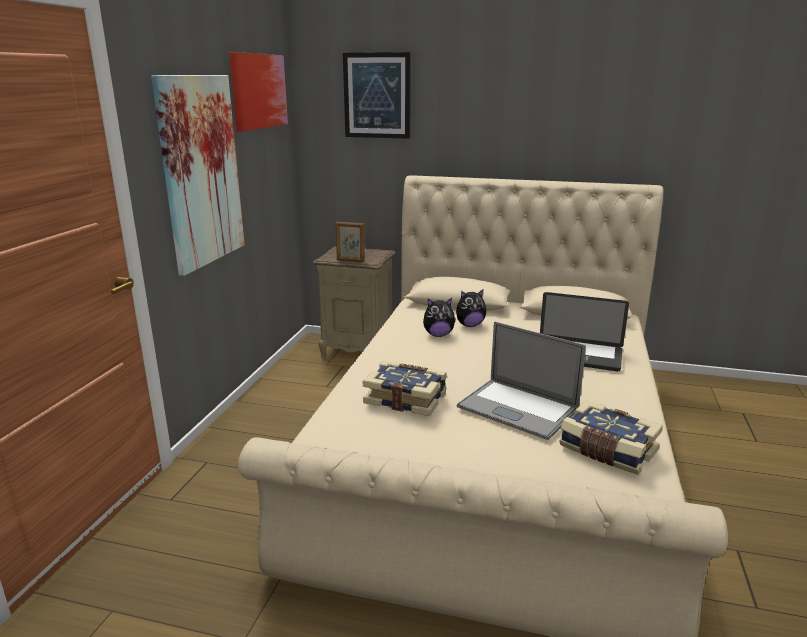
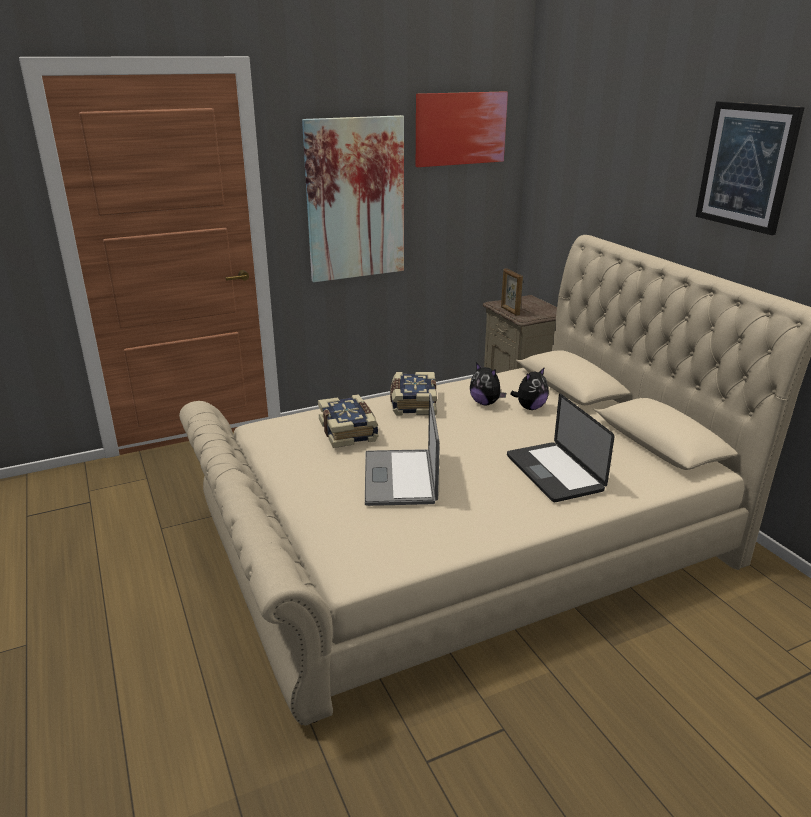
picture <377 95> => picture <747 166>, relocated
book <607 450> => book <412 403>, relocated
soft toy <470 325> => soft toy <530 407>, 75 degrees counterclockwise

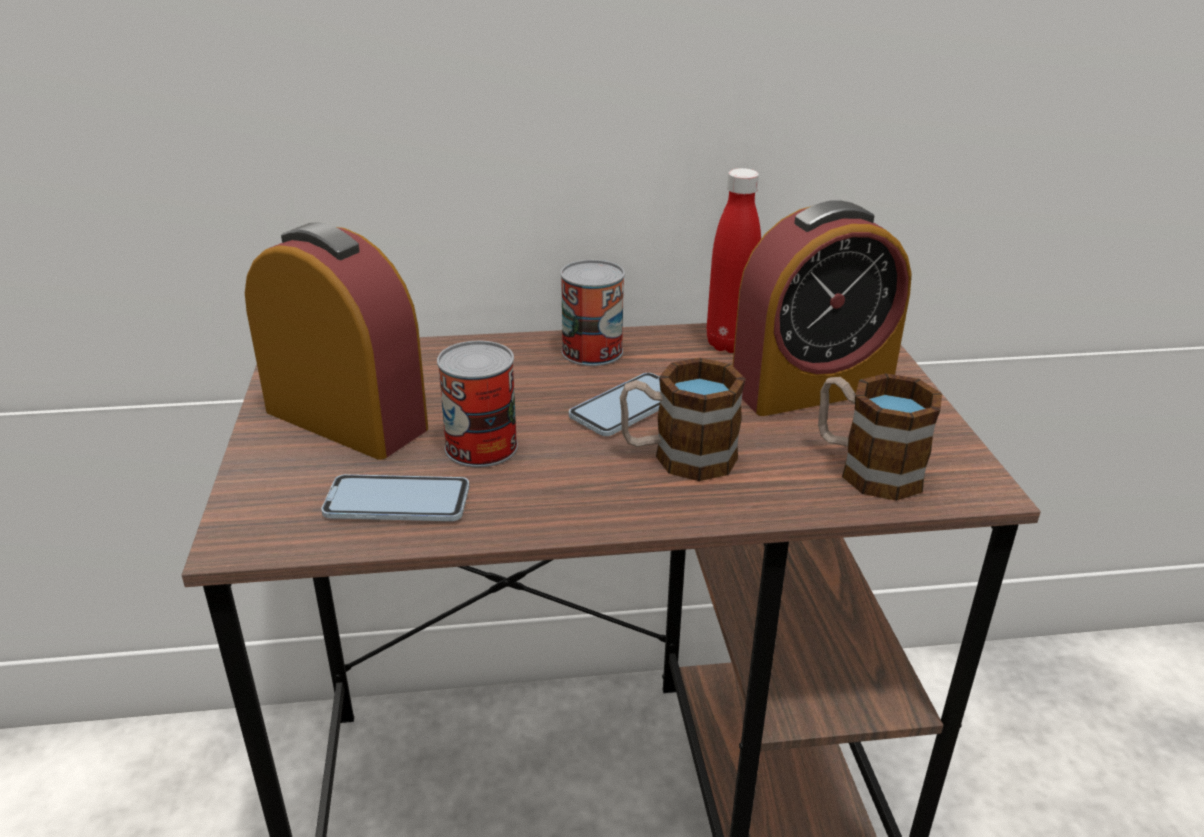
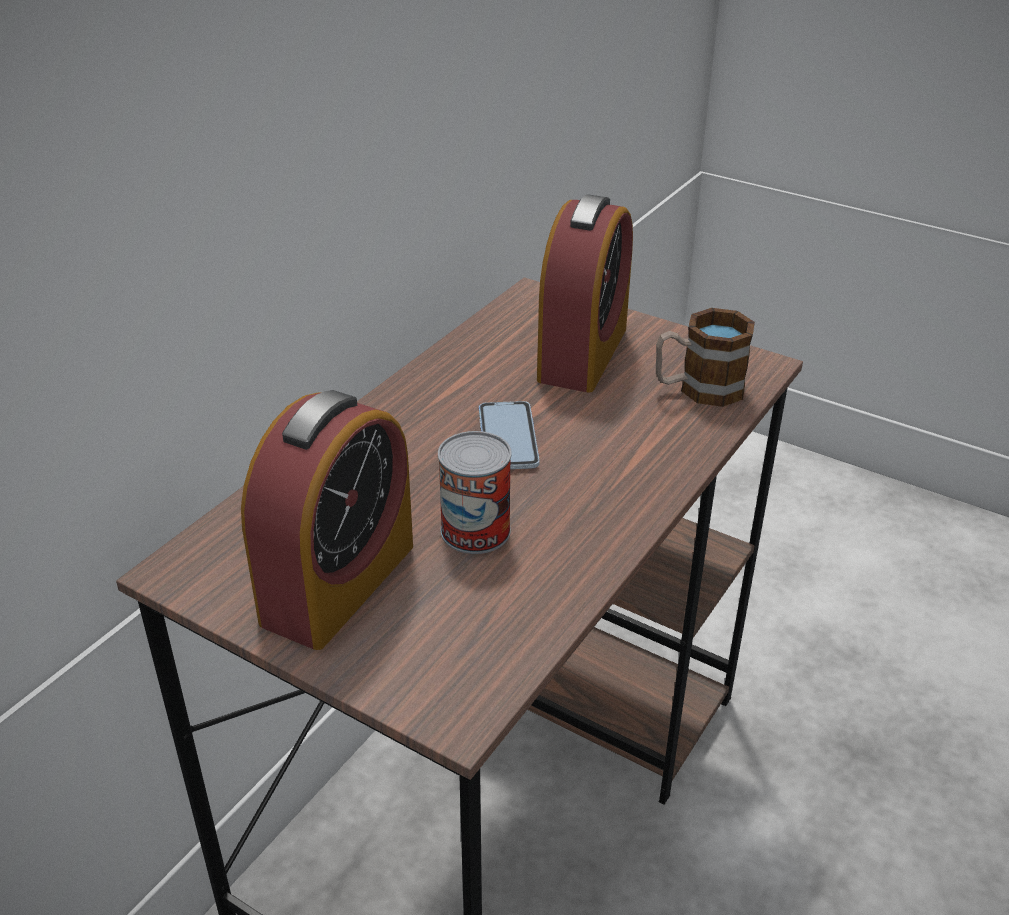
phone <397 501> => nothing
can <592 351> => nothing
tea mug <678 457> => nothing
red-coloured bottle <729 344> => nothing
table clock <346 419> => table clock <339 583>, 135 degrees clockwise

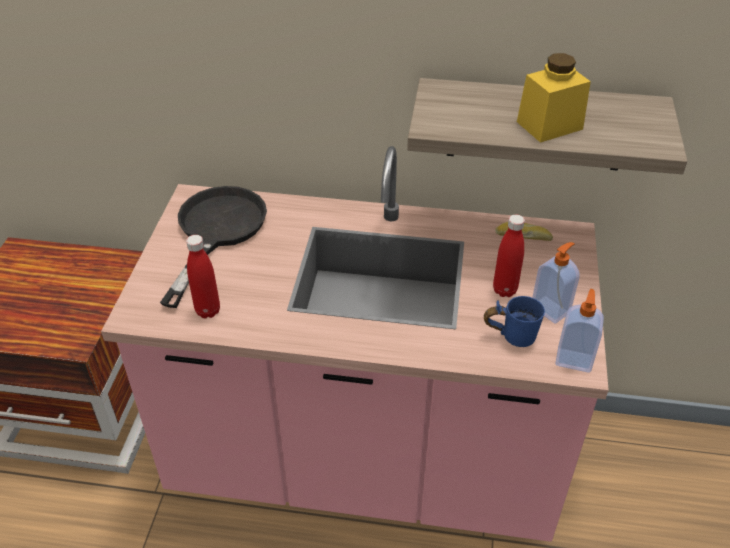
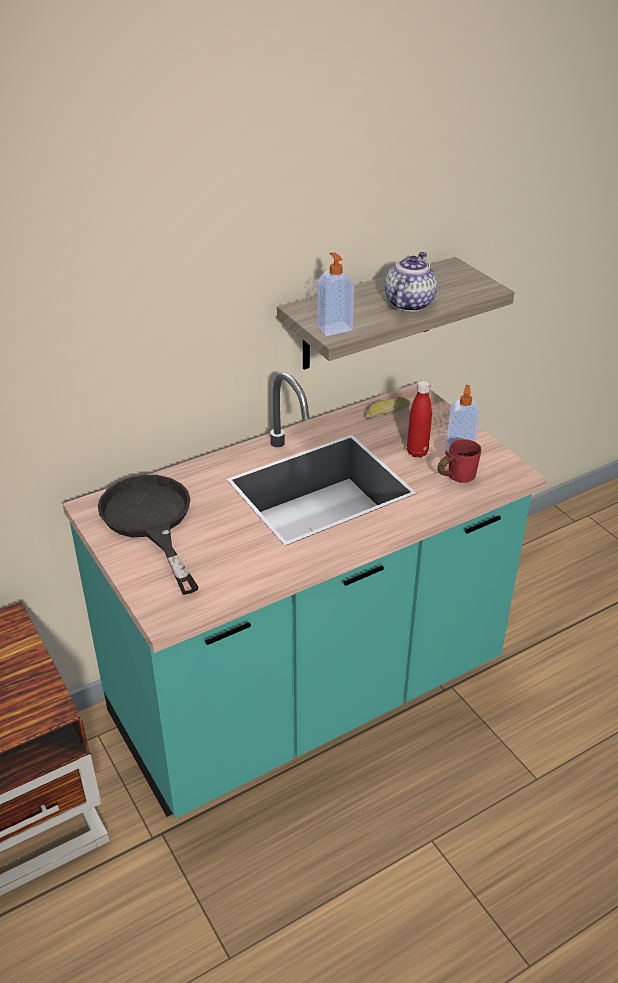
red-coloured bottle <208 311> => nothing
soap dispenser <574 359> => soap dispenser <334 328>, relocated
yellow storage jar <549 125> => tea pot <409 303>
pink kitchen base unit <365 461> => turquoise kitchen base unit <308 695>
blue tea mug <511 334> => red-coloured tea mug <454 477>

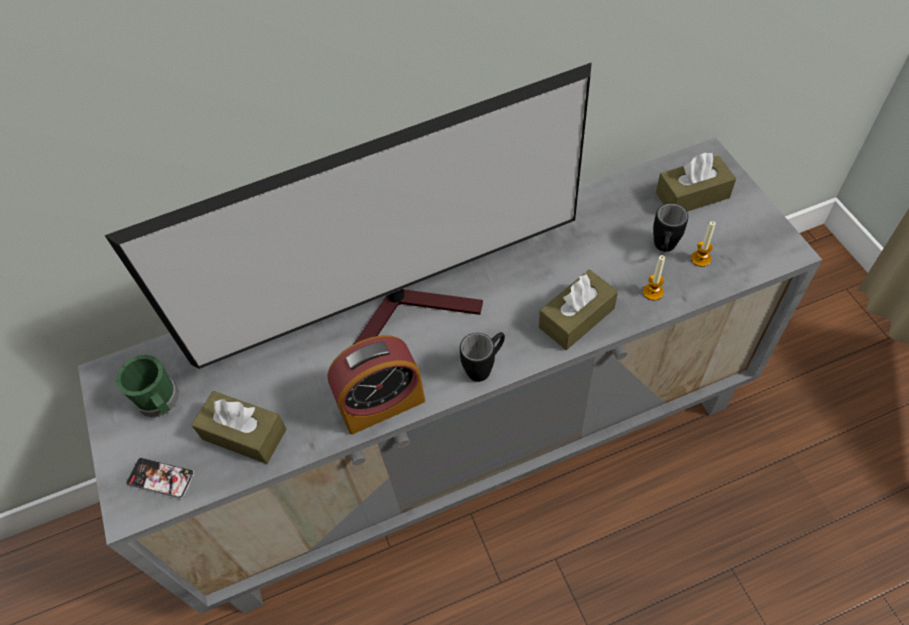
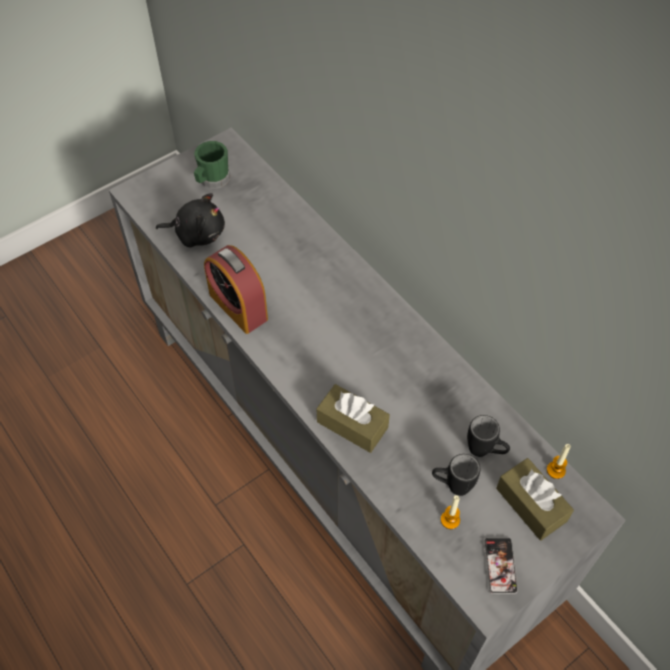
TV set <409 312> => nothing
phone <161 478> => phone <500 565>, relocated
black-coloured tea mug <485 367> => black-coloured tea mug <485 451>, relocated
wax candle <653 292> => wax candle <556 470>, relocated
brown-coloured tissue holder <244 434> => black-coloured soft toy <197 233>

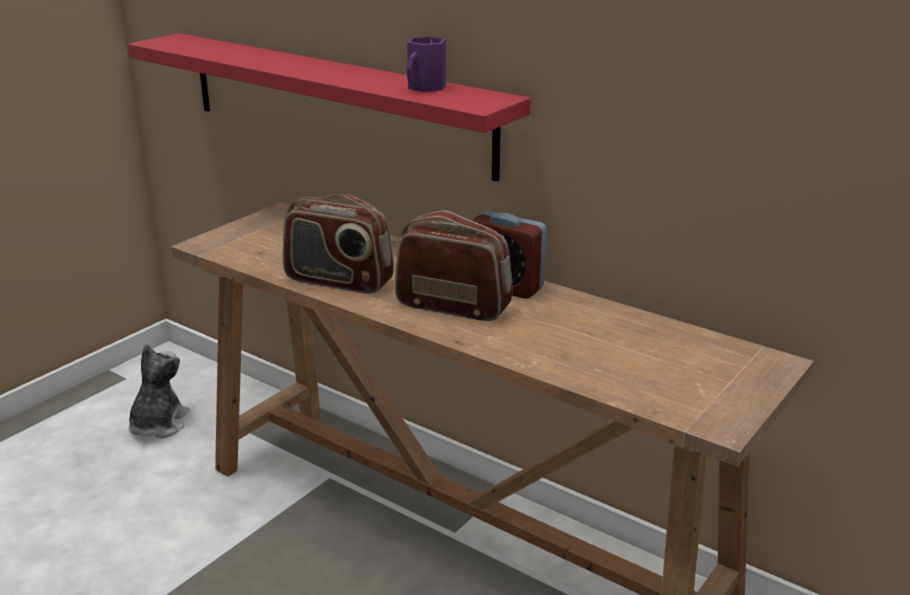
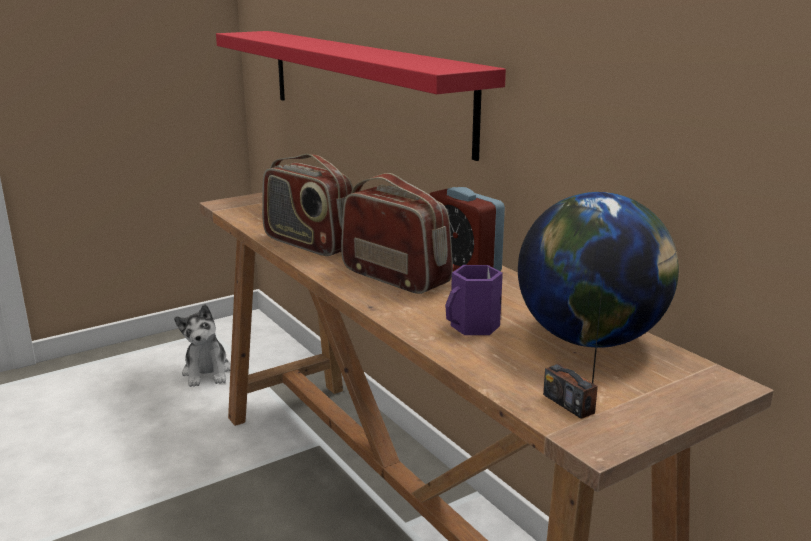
nothing => globe <590 339>
nothing => radio receiver <568 403>
purple-coloured tea mug <426 87> => purple-coloured tea mug <474 326>, relocated
soft toy <158 425> => soft toy <207 372>, 135 degrees clockwise

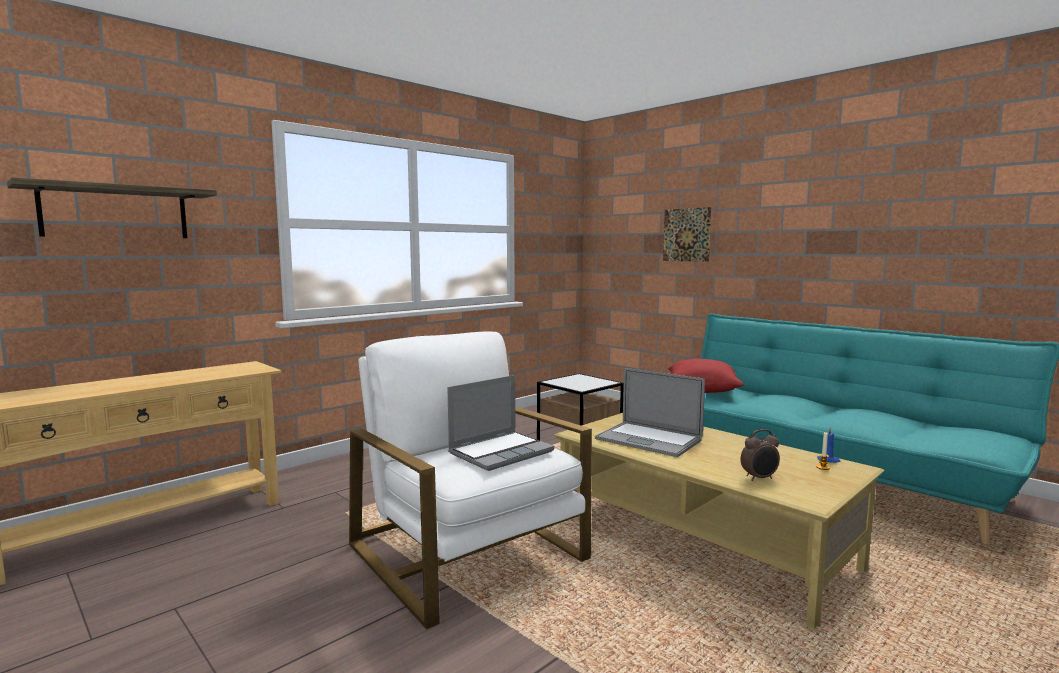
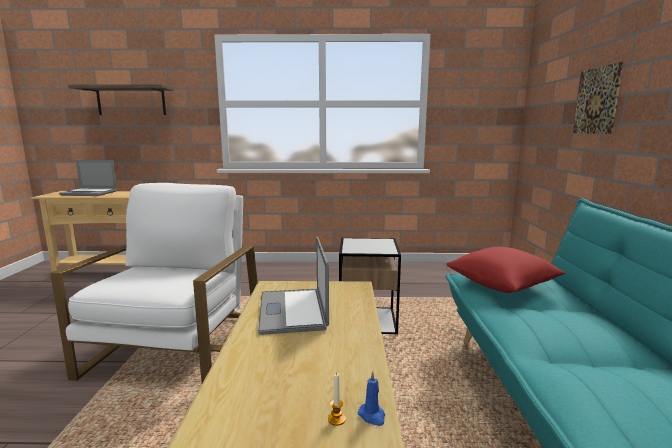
table clock <759 478> => nothing
laptop <501 452> => laptop <90 193>, relocated

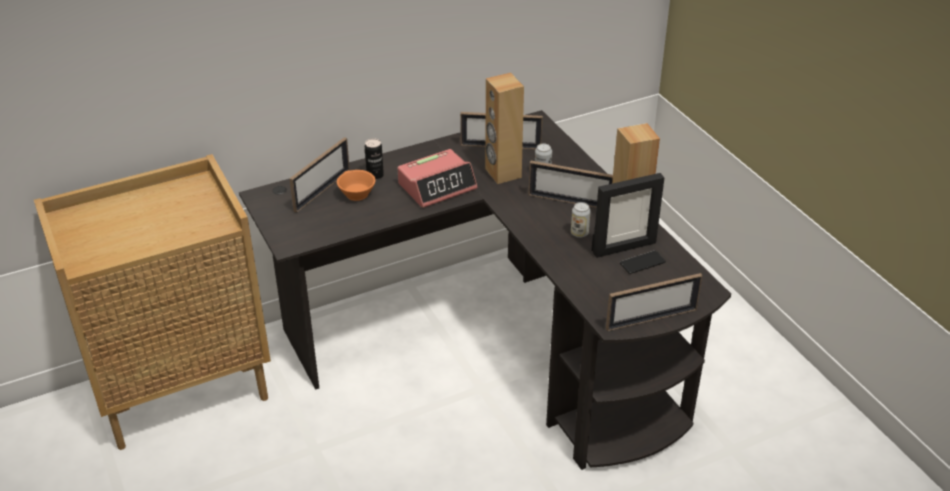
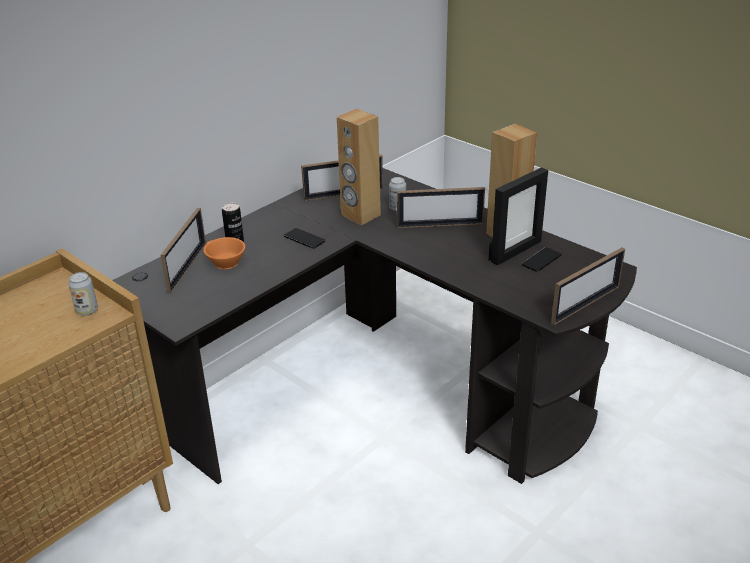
can <579 233> => can <87 310>, relocated
table clock <437 186> => phone <304 239>

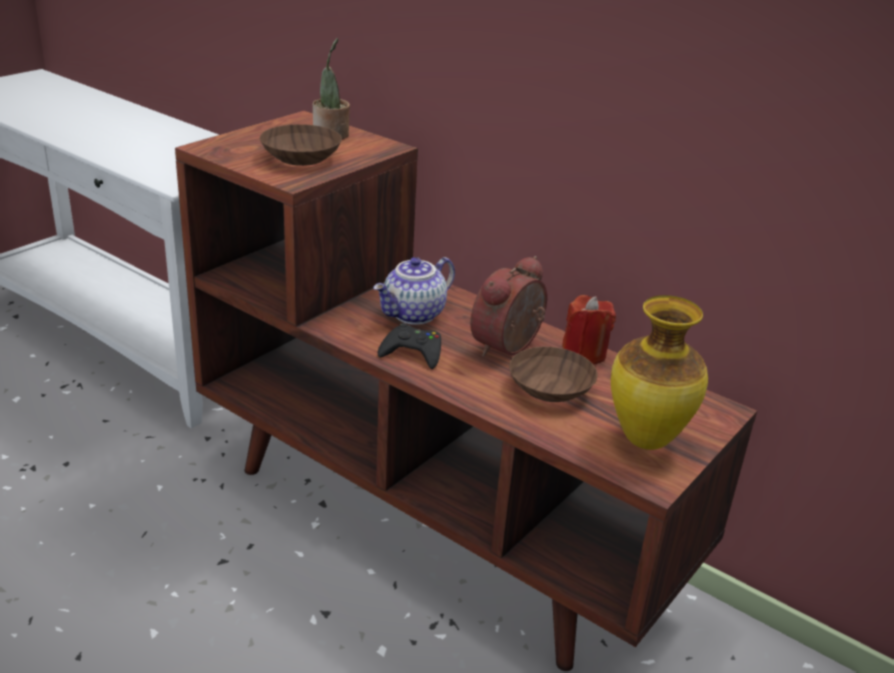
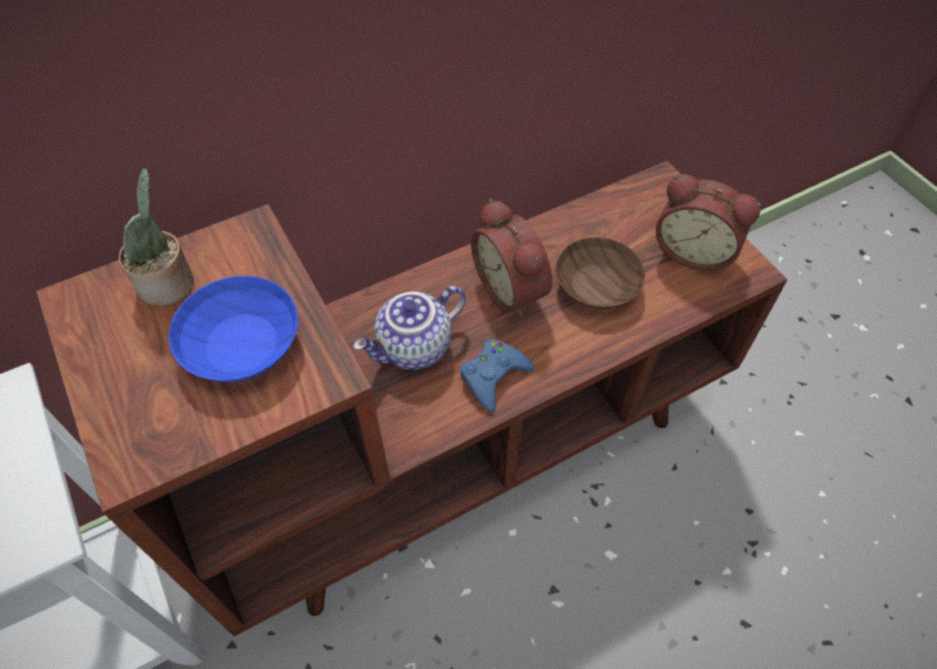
red-coloured wax candle <584 353> => nothing
decorative vase <647 440> => table clock <694 250>
brown-coloured deep dish <300 157> => blue deep dish <238 344>
black-coloured joypad <413 352> => blue joypad <493 376>
tea pot <414 315> => tea pot <415 349>, 75 degrees clockwise

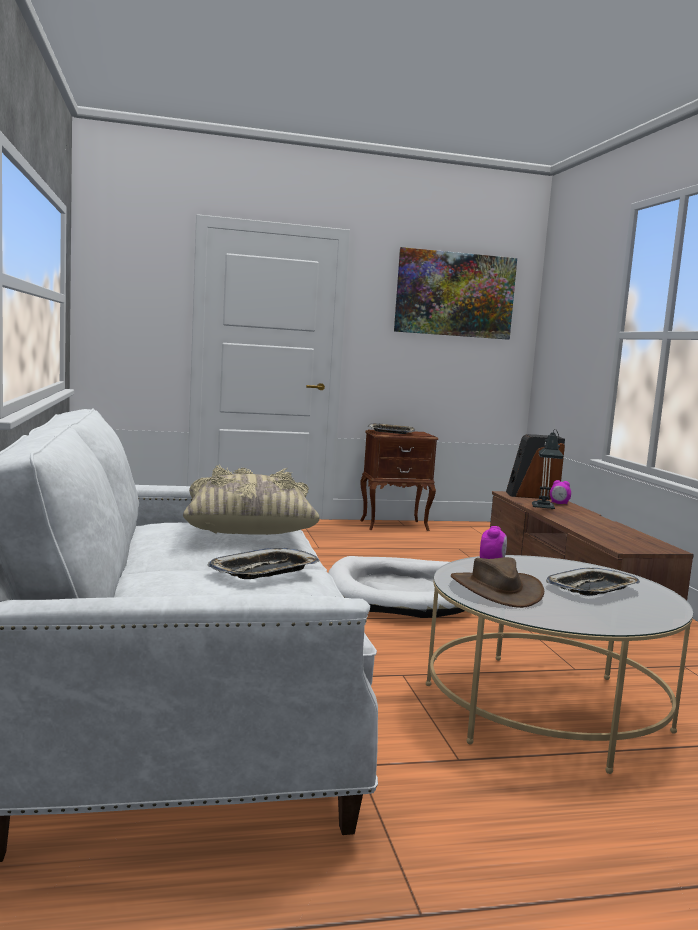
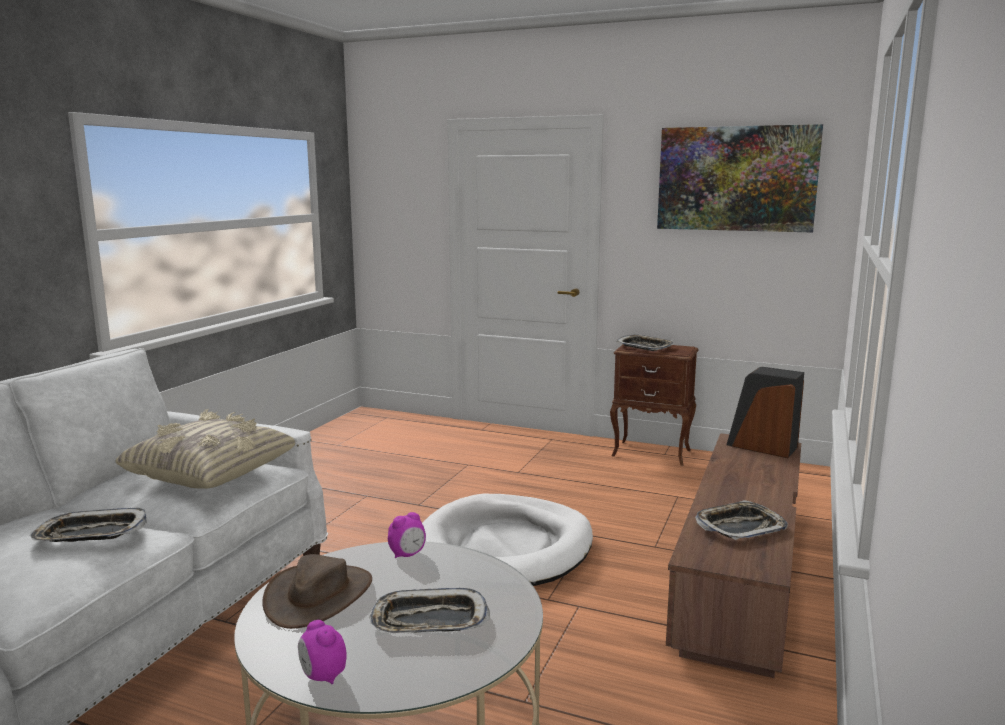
table lamp <543 508> => nothing
nothing => tray <740 527>
table clock <559 503> => table clock <322 676>, relocated

